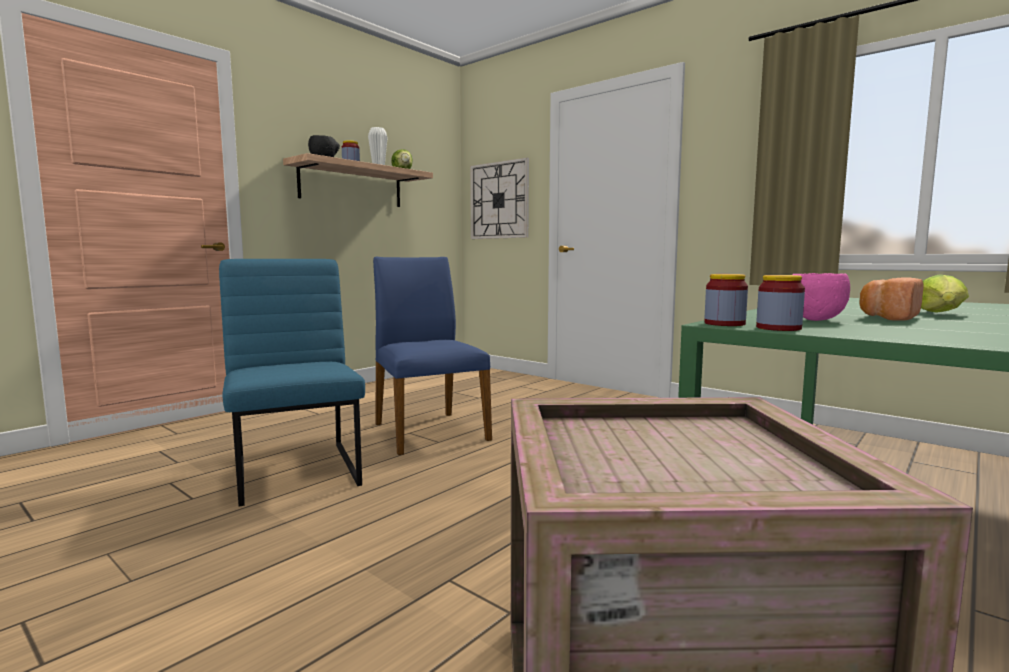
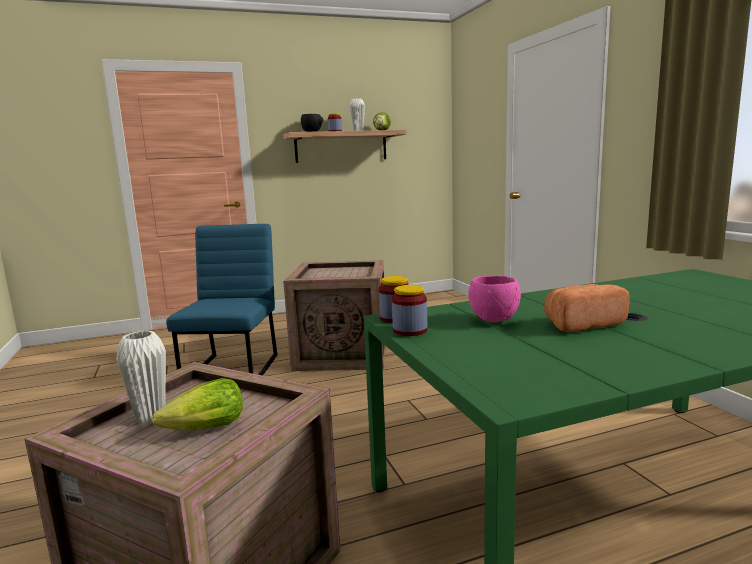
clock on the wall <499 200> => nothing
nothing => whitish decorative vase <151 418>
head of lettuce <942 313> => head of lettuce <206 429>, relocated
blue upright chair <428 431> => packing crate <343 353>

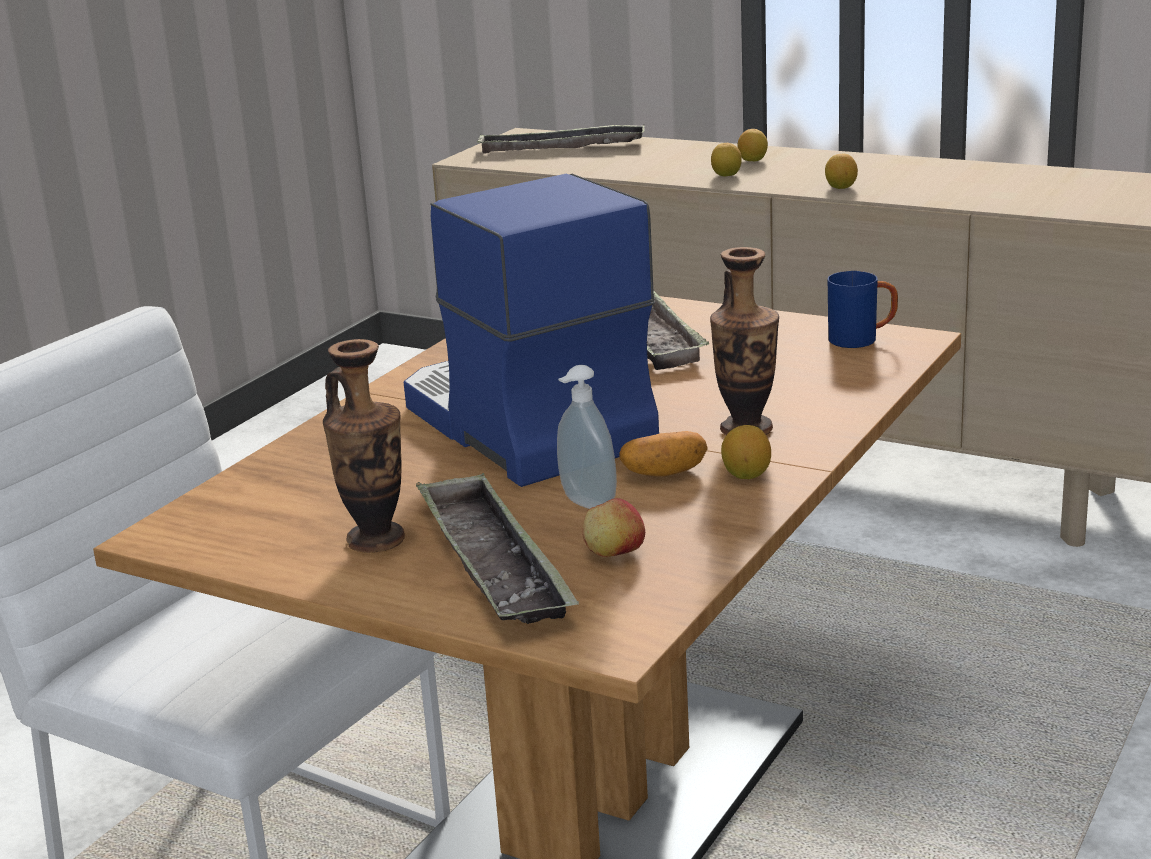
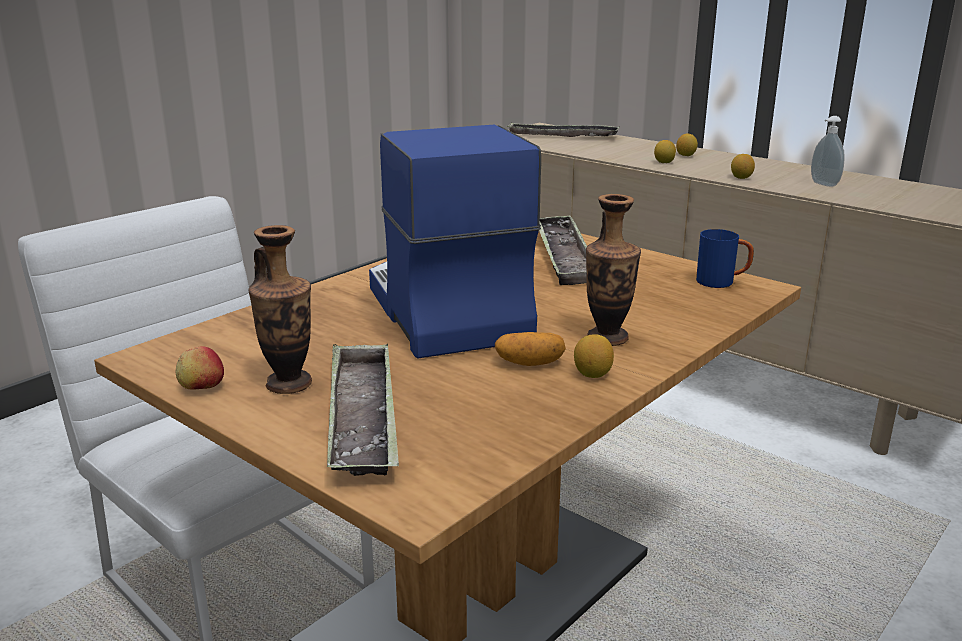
soap dispenser <585 504> => soap dispenser <823 184>, relocated
whole apple <614 552> => whole apple <201 387>, relocated

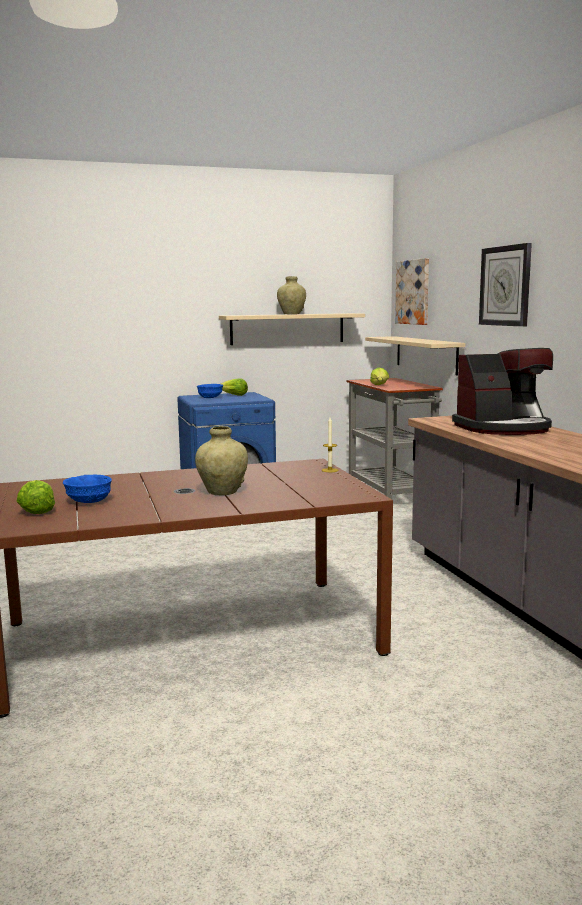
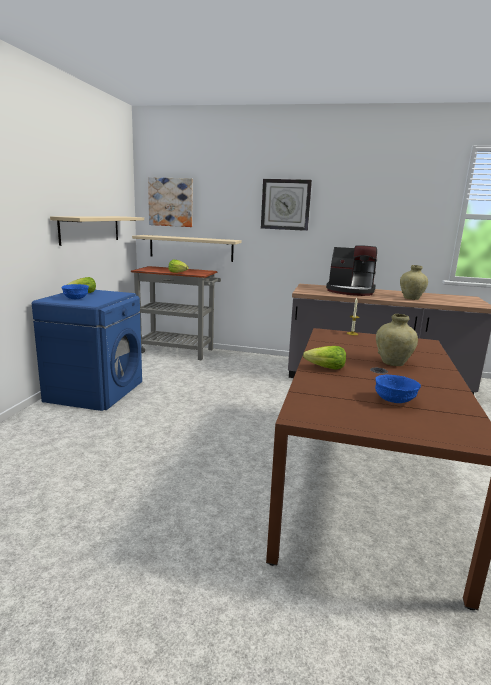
head of lettuce <36 510> => head of lettuce <325 368>, relocated
beige-coloured decorative vase <291 314> => beige-coloured decorative vase <411 298>, relocated
coffee maker <503 428> => coffee maker <350 291>, 90 degrees clockwise

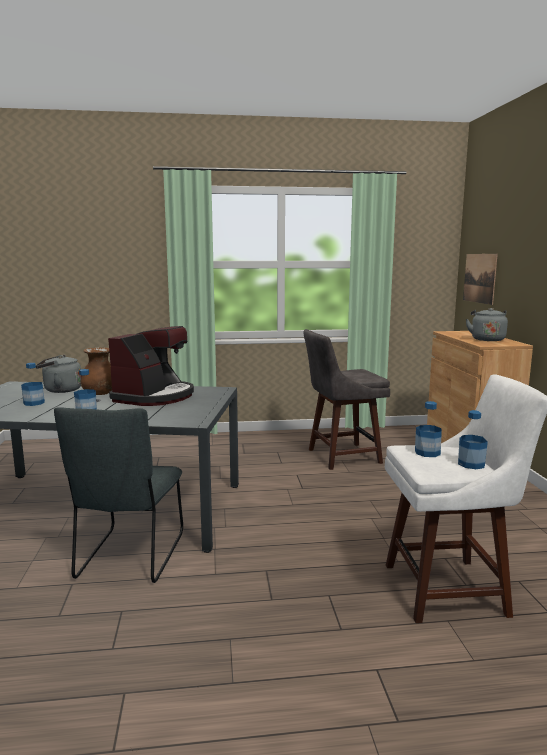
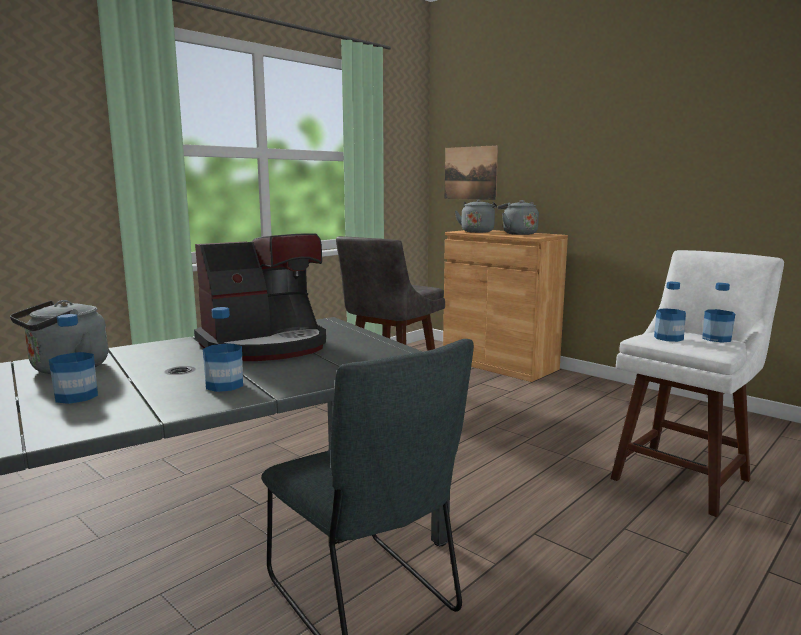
brown-coloured decorative vase <100 394> => nothing
nothing => greyish water kettle <477 231>
coffee maker <155 396> => coffee maker <265 345>, 75 degrees clockwise

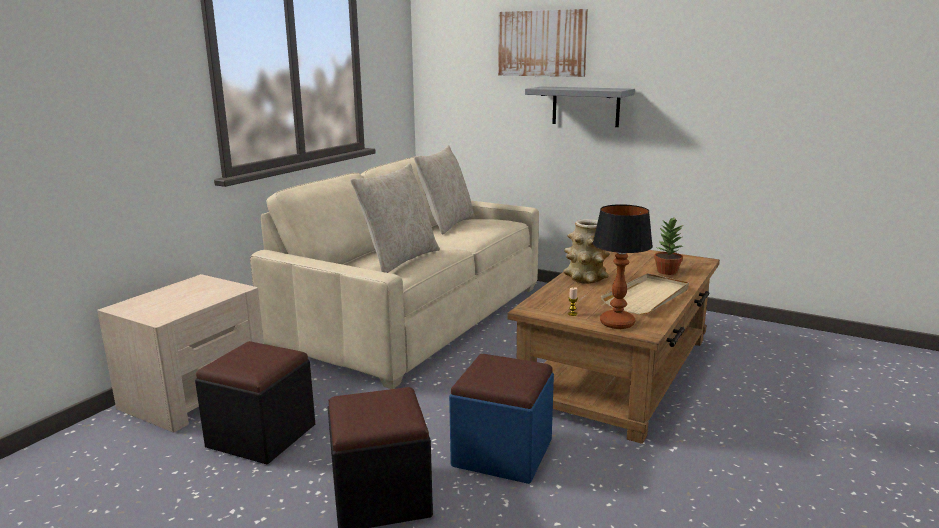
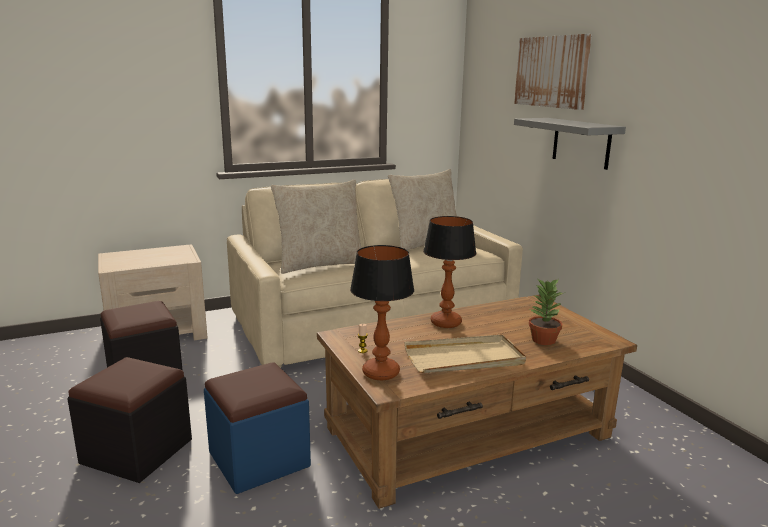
decorative vase <585 278> => table lamp <445 323>

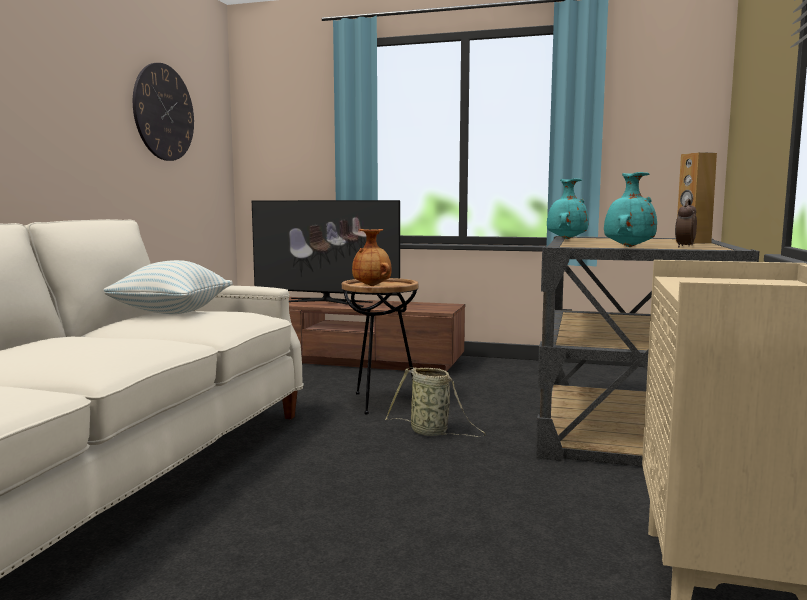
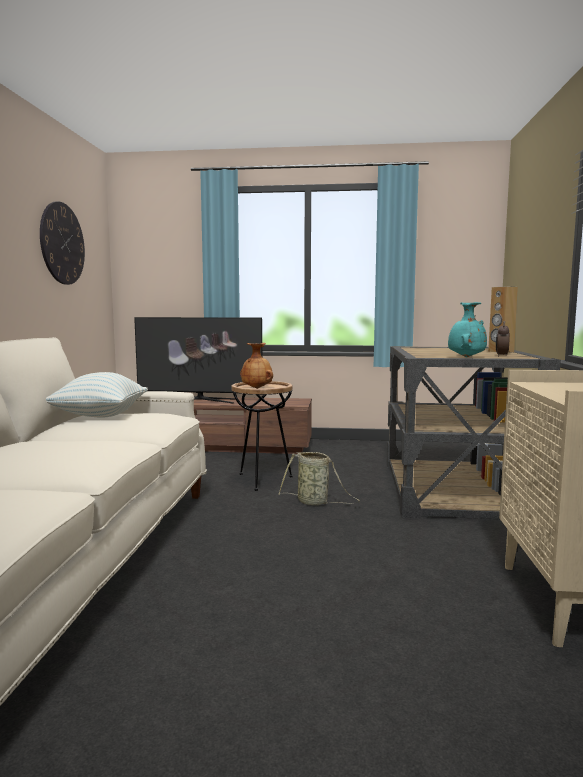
turquoise decorative vase <566 239> => nothing

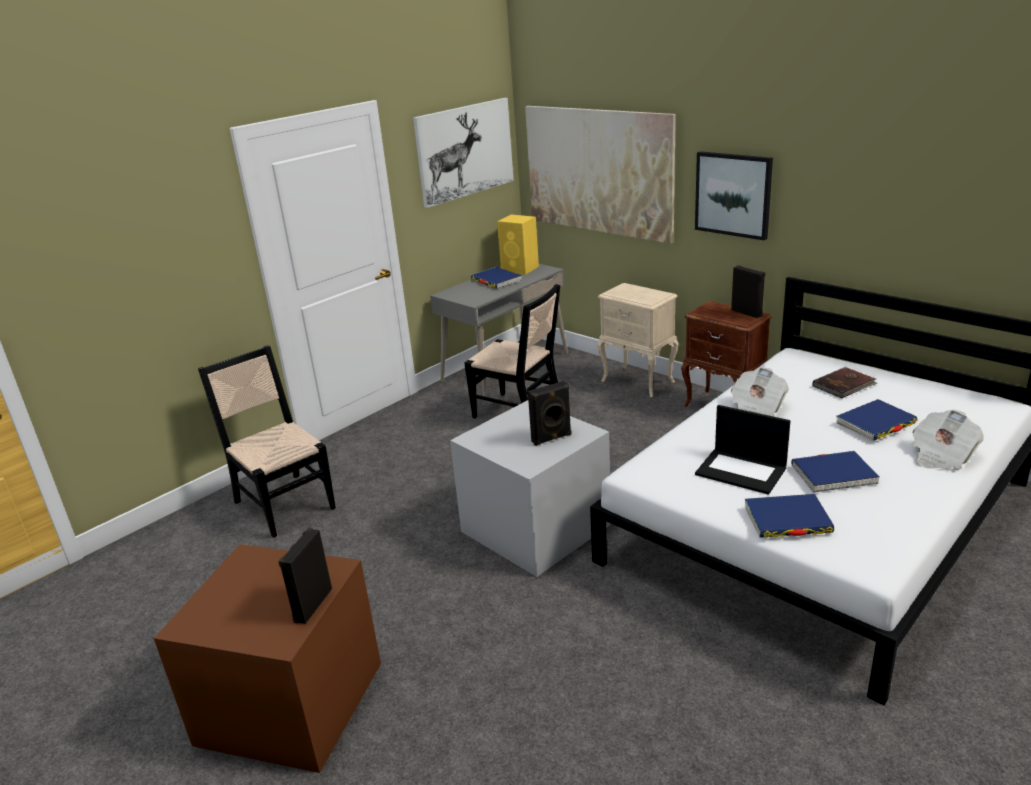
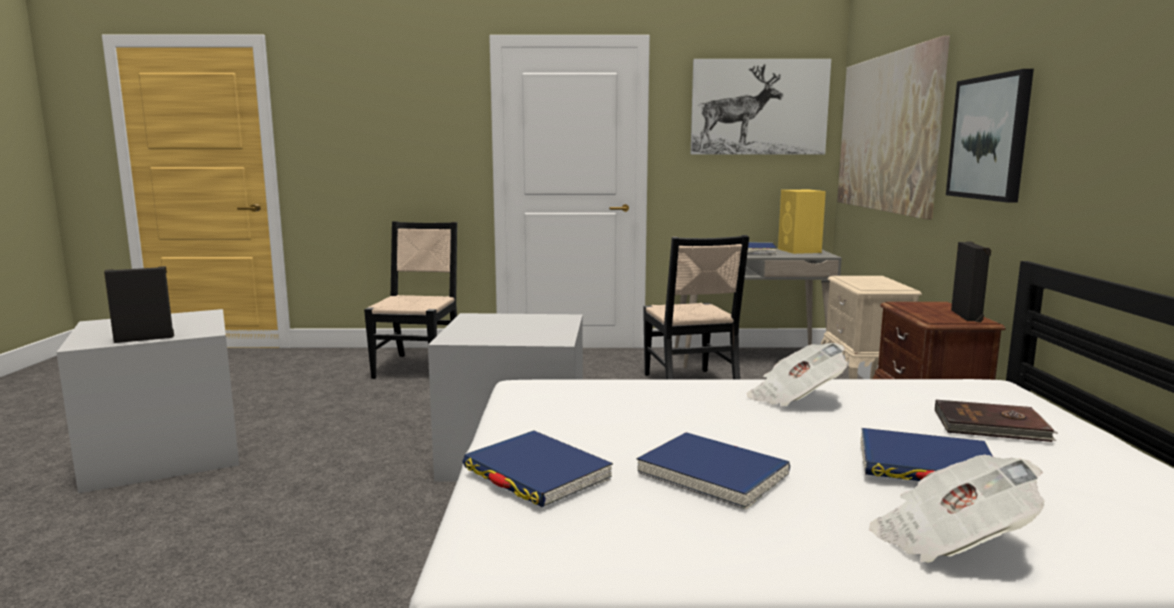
black-coloured audio speaker <552 438> => nothing
laptop <742 471> => nothing
brown-coloured storage container <290 700> => greyish storage container <168 452>

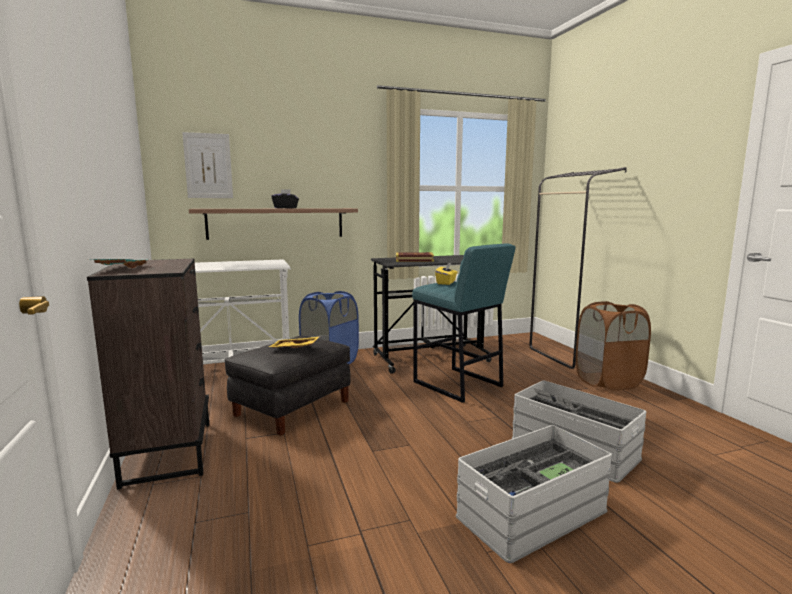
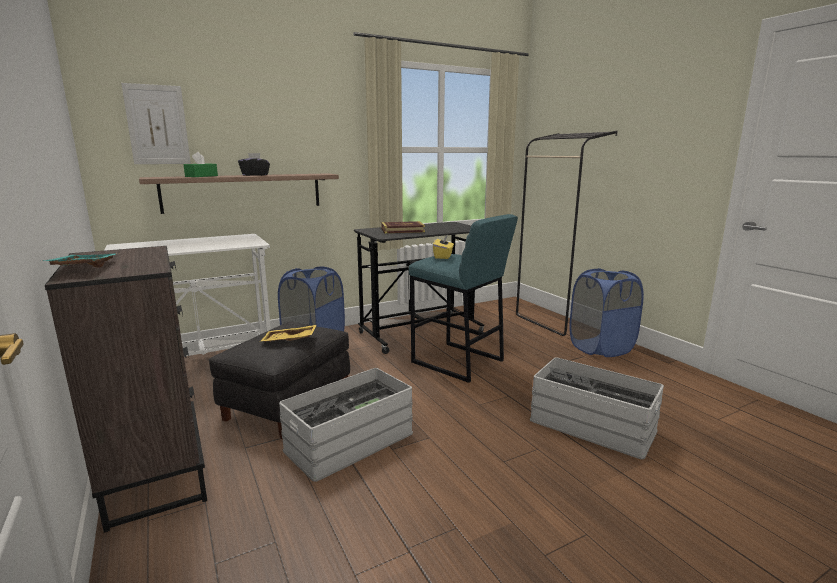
nothing => green-coloured tissue holder <201 176>
greyish storage container <533 514> => greyish storage container <350 442>, relocated
brown-coloured laundry basket <608 381> => blue laundry basket <601 348>

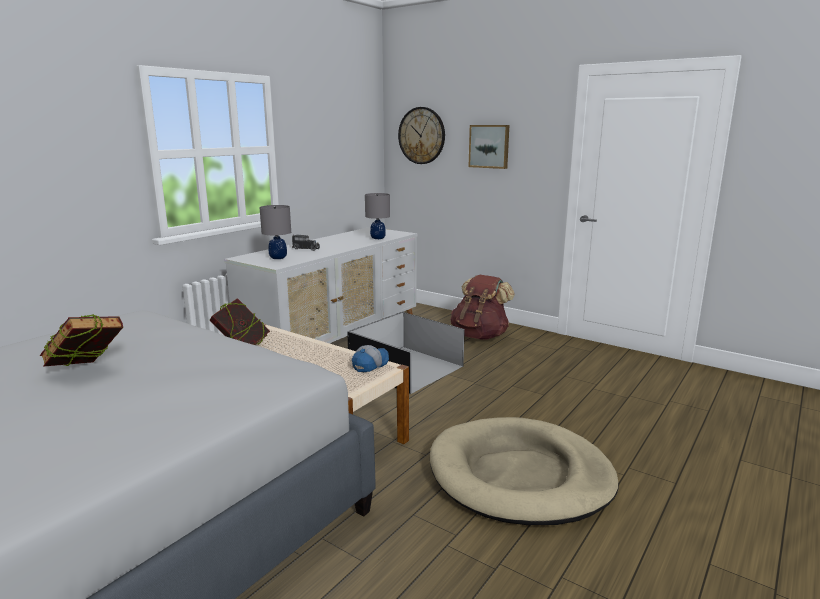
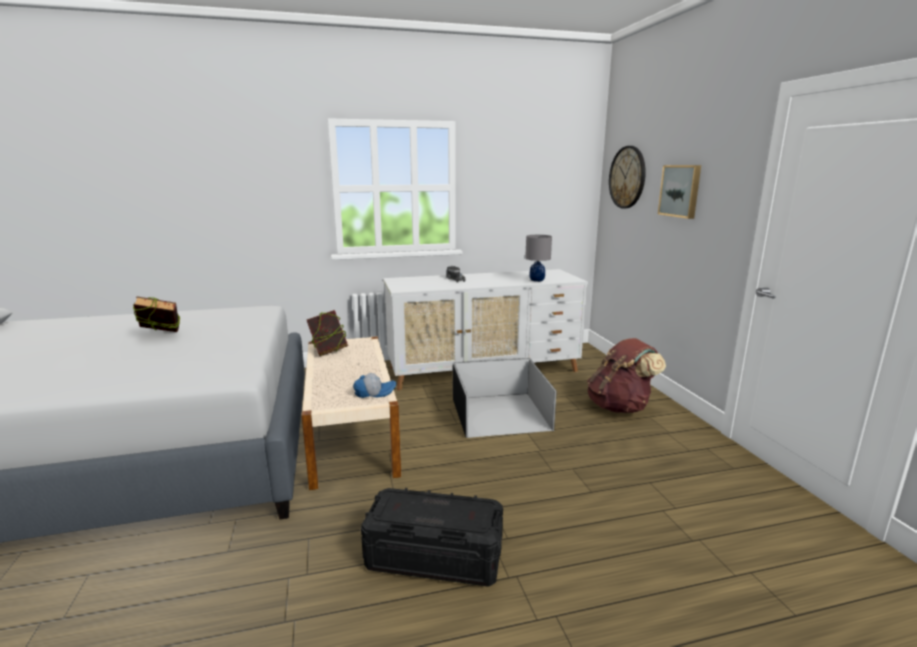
greyish table lamp <278 258> => nothing
beige-coloured dog cushion <520 476> => black-coloured storage container <434 557>

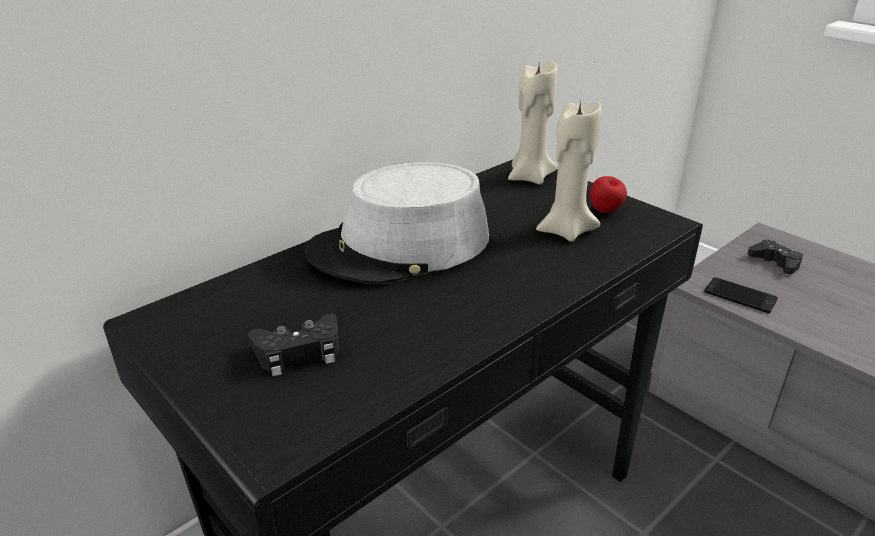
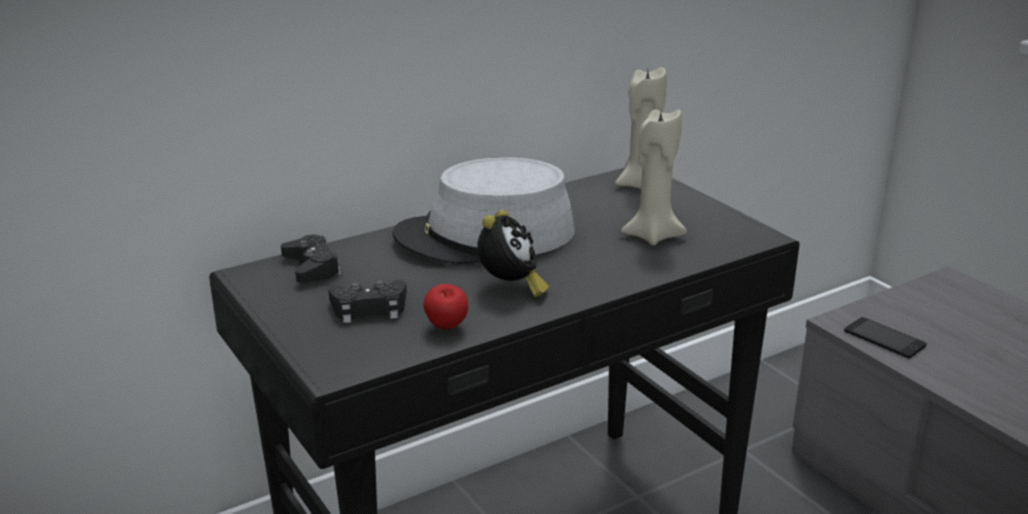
nothing => table clock <510 288>
whole apple <605 212> => whole apple <446 328>, relocated
black-coloured joypad <775 262> => black-coloured joypad <312 267>, relocated

